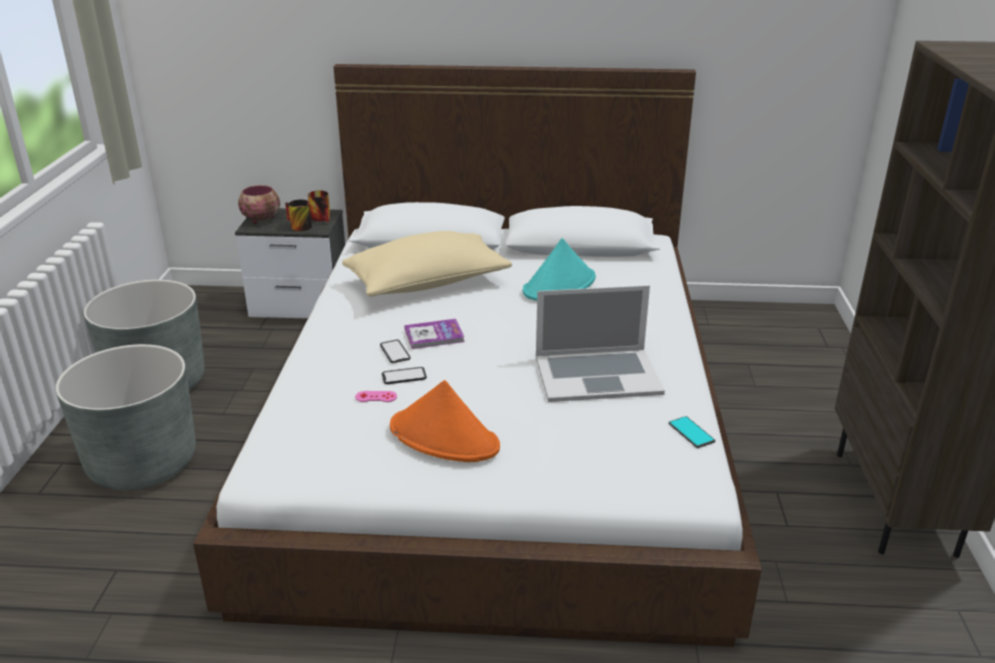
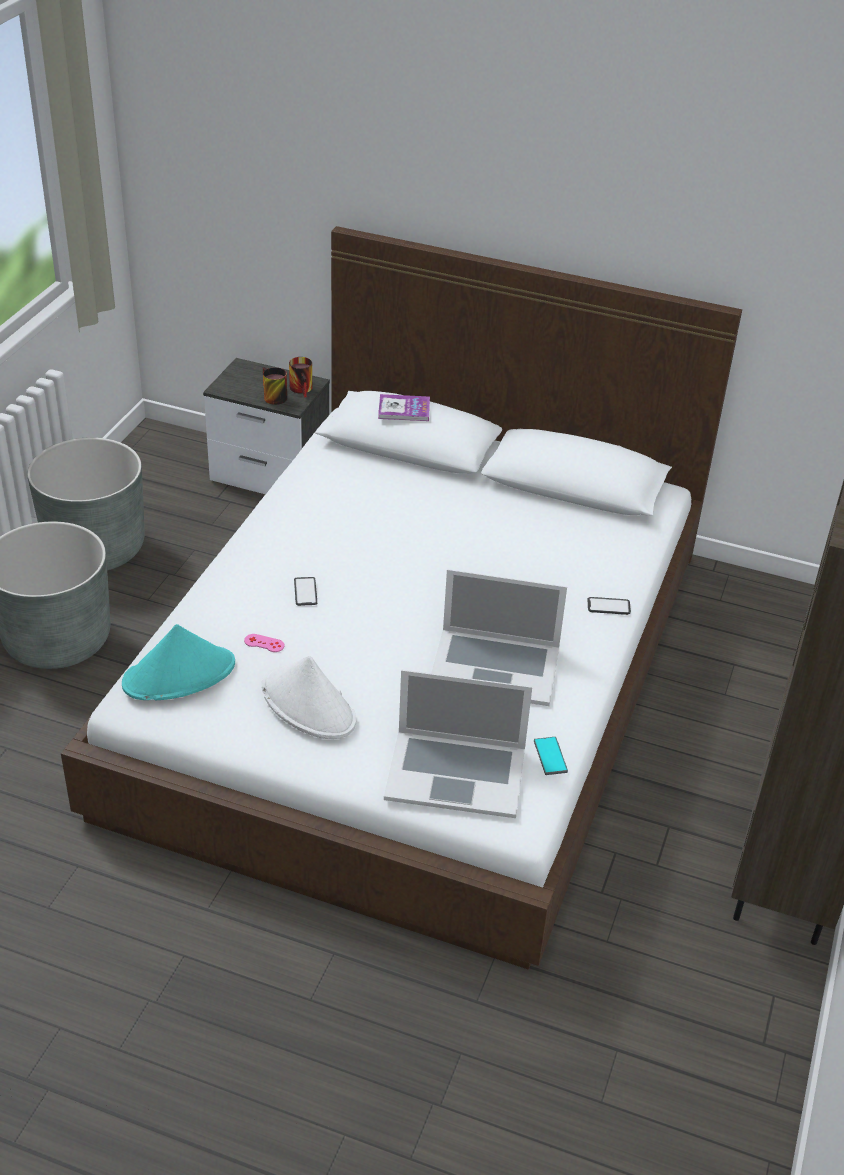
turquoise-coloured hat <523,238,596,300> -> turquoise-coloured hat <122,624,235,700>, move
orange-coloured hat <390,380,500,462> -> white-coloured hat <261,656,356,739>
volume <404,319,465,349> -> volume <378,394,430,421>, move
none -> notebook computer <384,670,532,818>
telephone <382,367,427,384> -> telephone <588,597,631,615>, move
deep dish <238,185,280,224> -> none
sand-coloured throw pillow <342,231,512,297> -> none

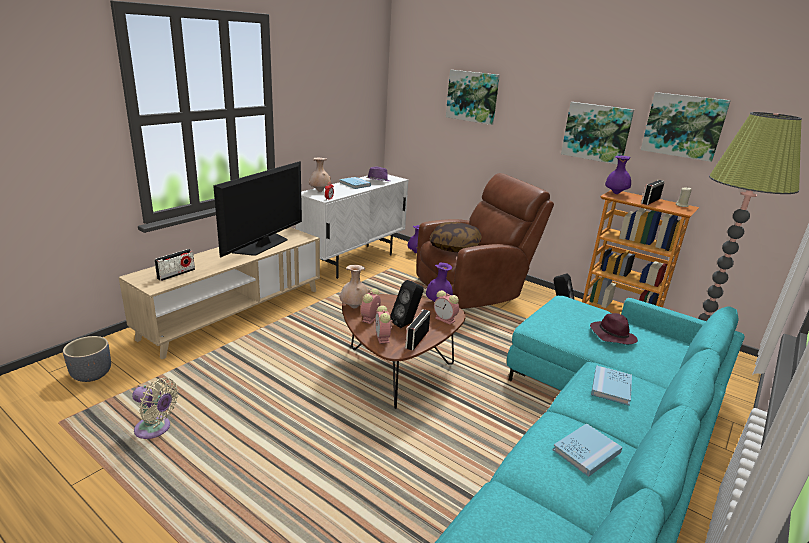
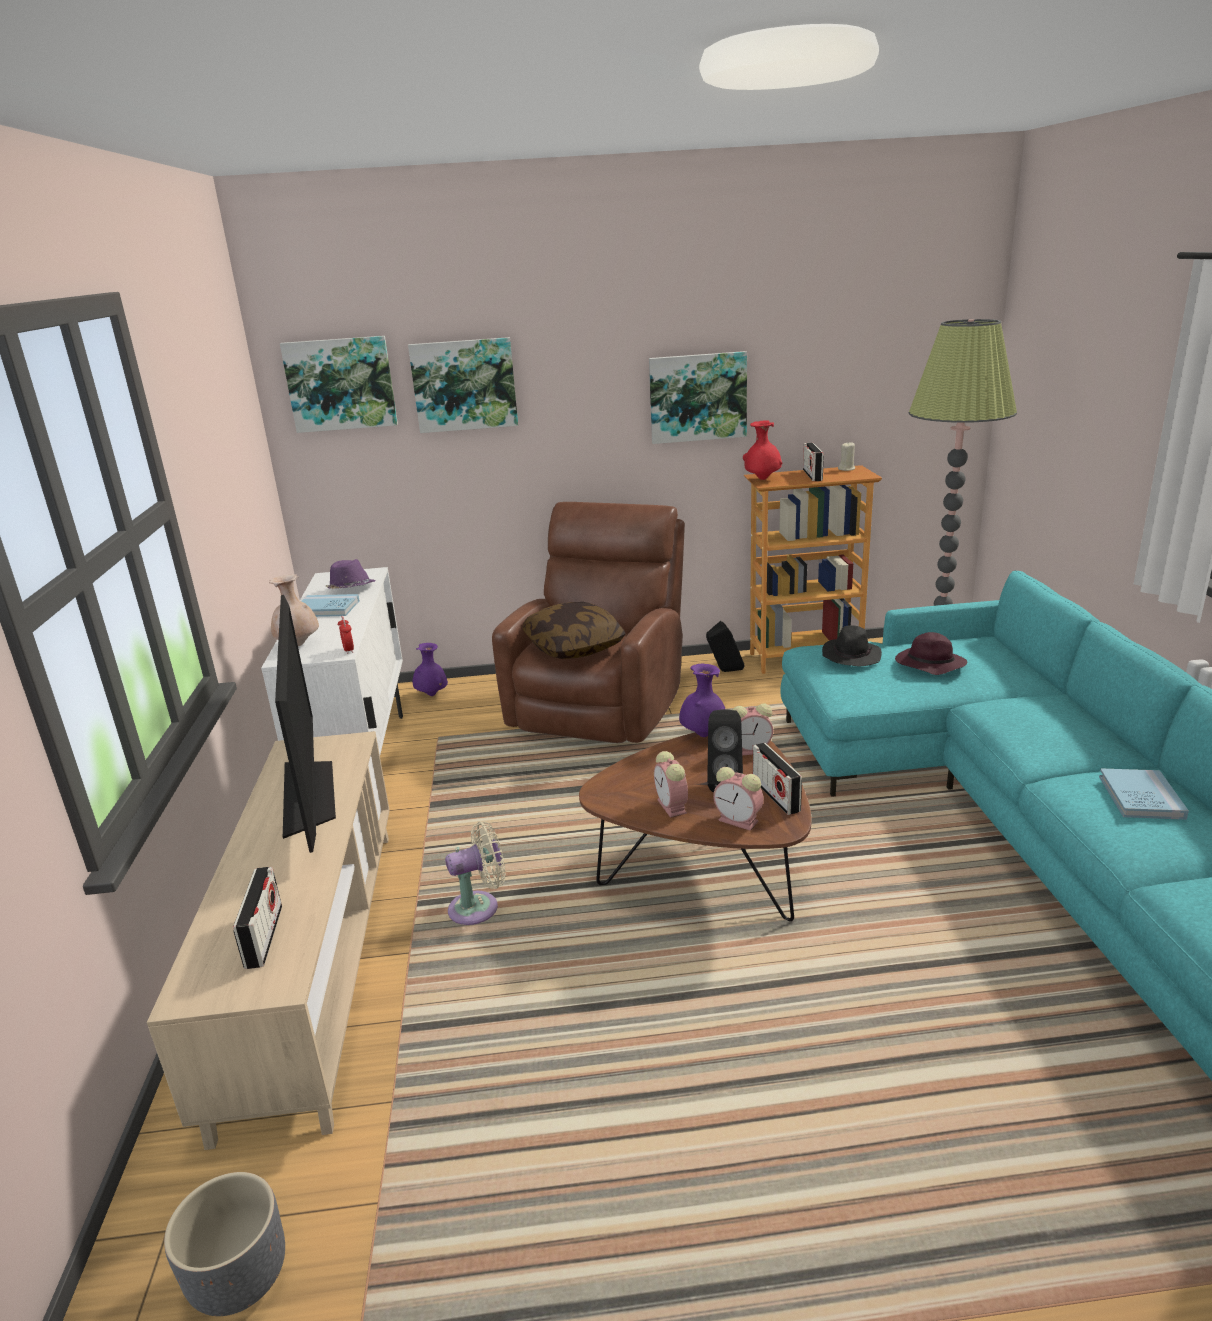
wall art <641,92,731,162> -> wall art <280,336,398,433>, move
sand-coloured fan <132,378,178,439> -> sand-coloured fan <445,821,506,925>, move
purplish vase <605,156,631,194> -> reddish vase <743,420,782,480>
none -> blackish hat <822,625,882,666>
sand-coloured vase <339,265,370,309> -> none
blue-coloured volume <591,365,632,405> -> none

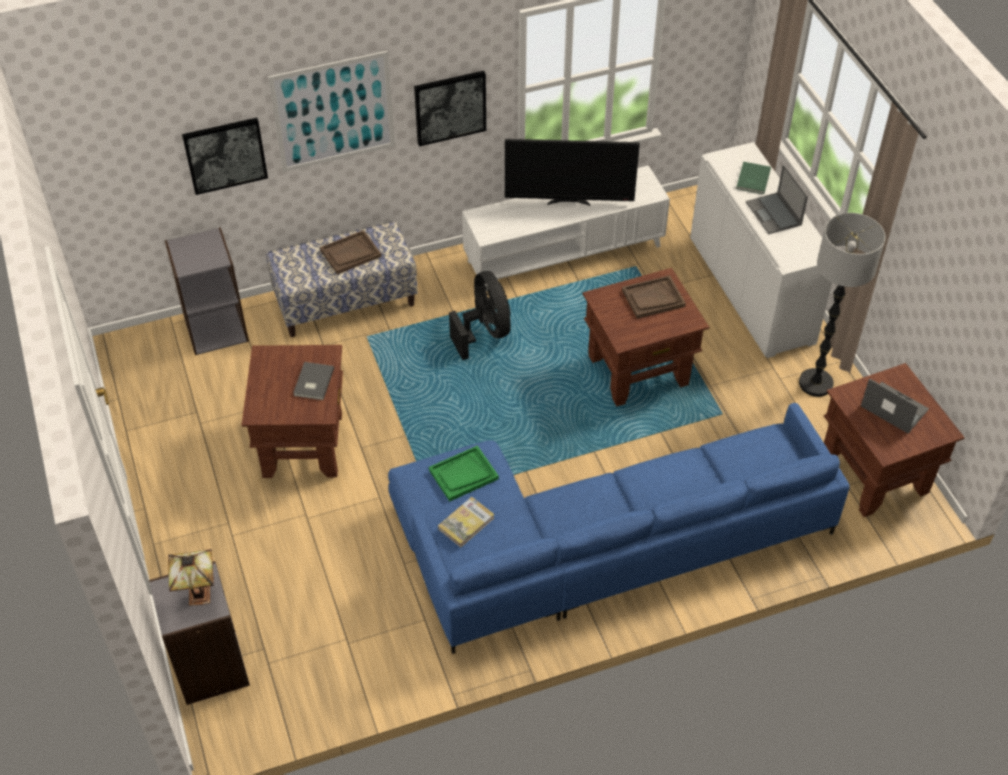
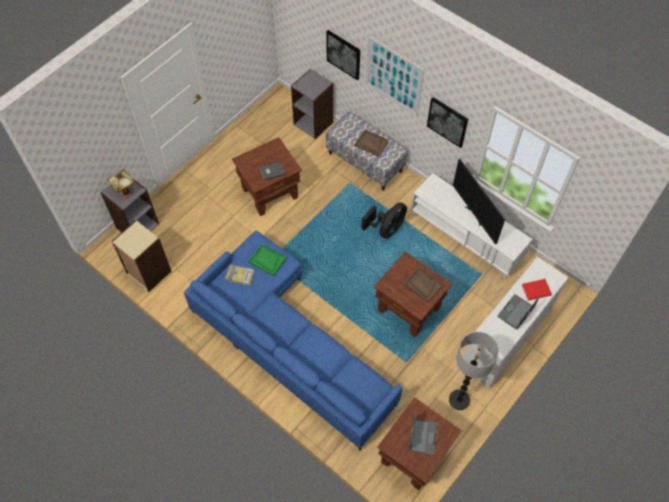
none -> sand-coloured bookshelf <112,220,171,292>
green volume <736,162,771,194> -> reddish volume <522,279,552,301>

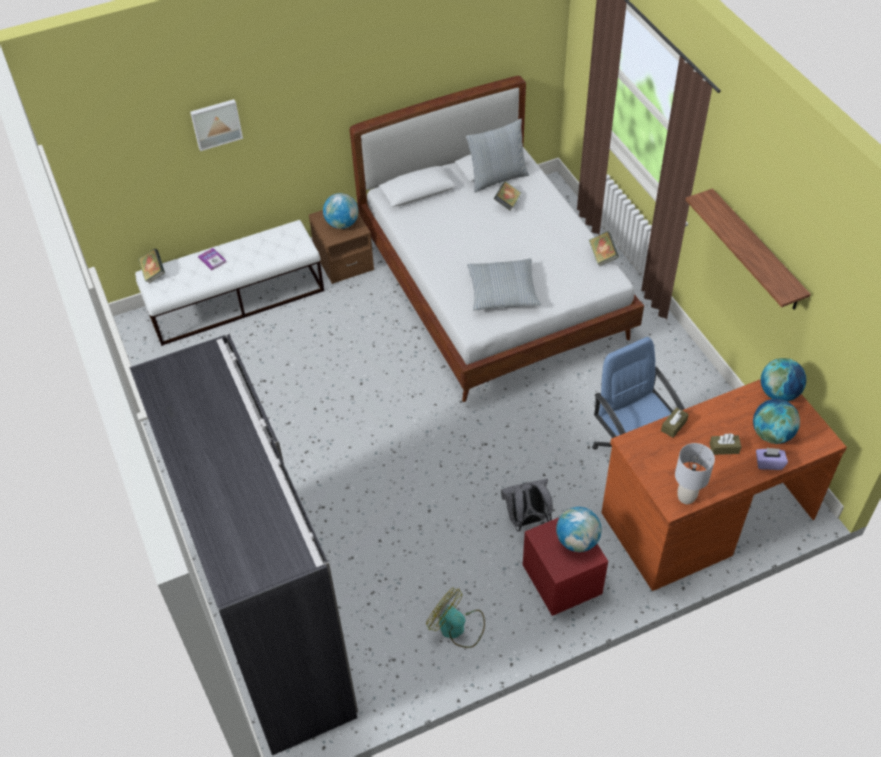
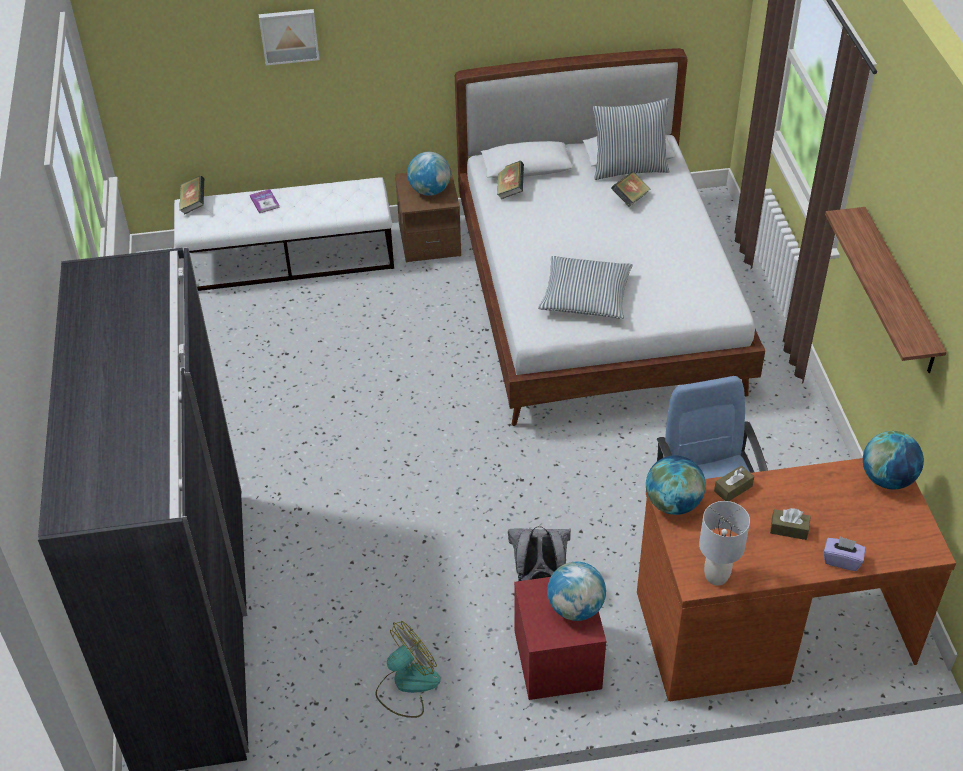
fan <426,588,485,648> -> fan <376,621,441,718>, 90 degrees clockwise
volume <589,231,619,266> -> volume <497,161,524,199>, move
world globe <753,399,800,444> -> world globe <646,455,706,515>, move

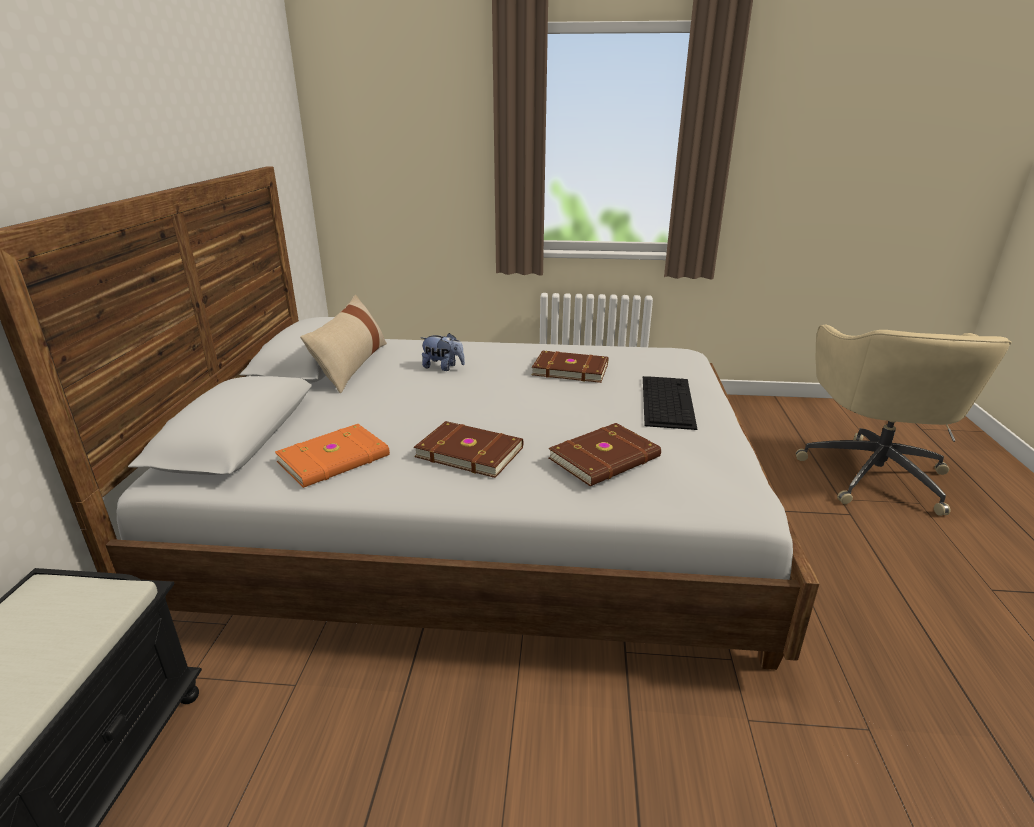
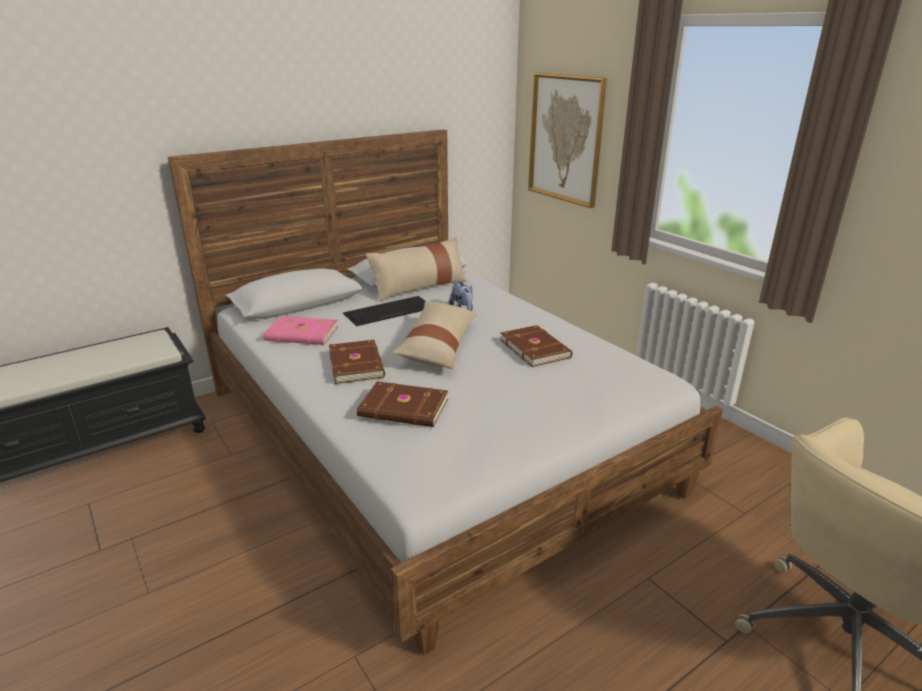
orange-coloured volume <275,424,390,488> -> pink-coloured volume <263,316,338,345>
computer keyboard <643,376,697,430> -> computer keyboard <343,296,426,326>, move
none -> sand-coloured throw pillow <392,302,477,369>
none -> wall art <528,73,607,208>

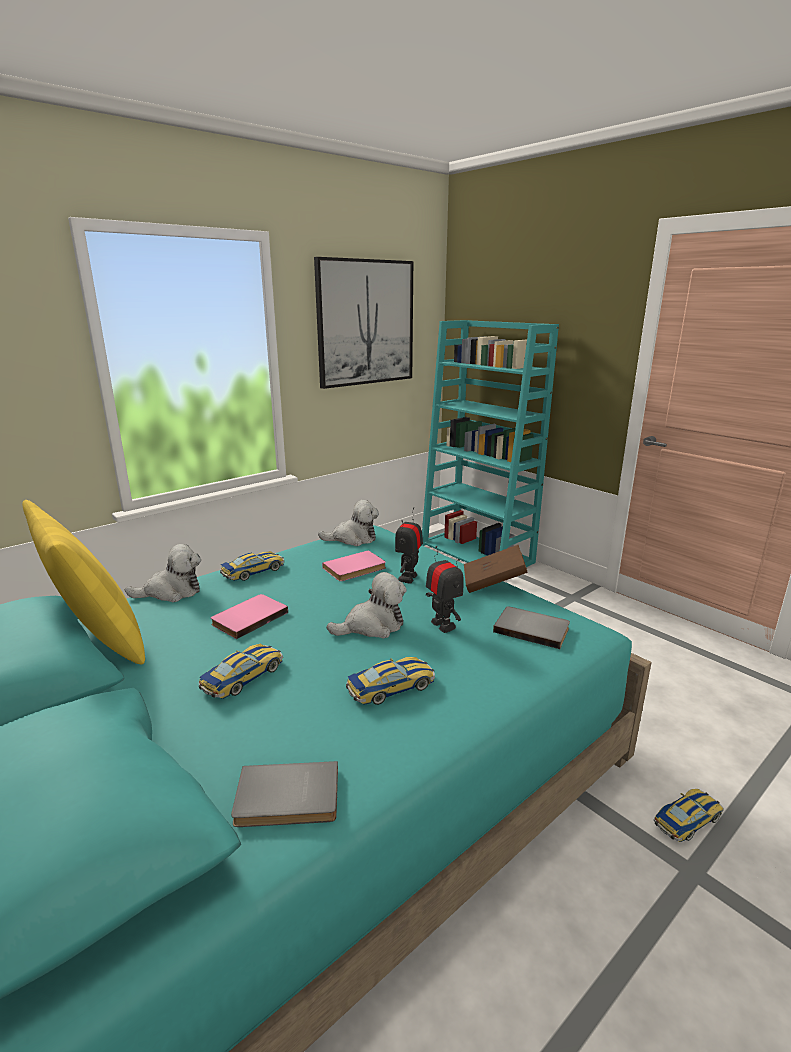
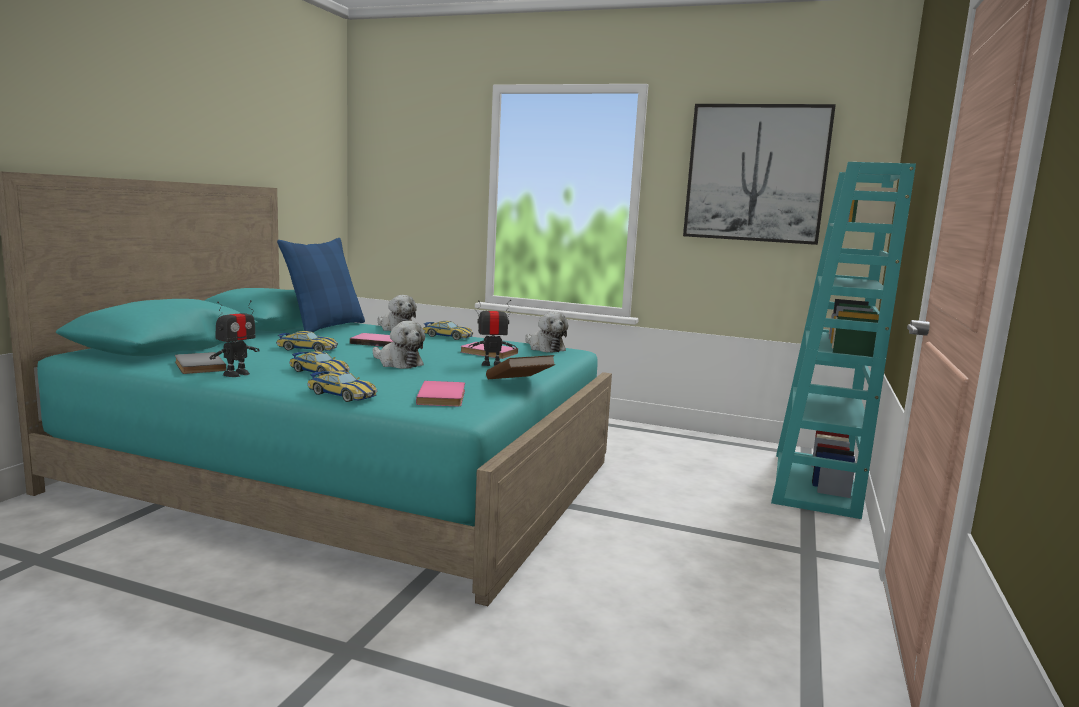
robot figure <426,546,464,633> -> robot figure <210,300,260,377>, move
yellow-coloured throw pillow <22,500,145,665> -> blue-coloured throw pillow <277,238,365,332>
model car <654,789,724,842> -> model car <307,371,377,402>, move
gray volume <493,606,570,649> -> pink-coloured volume <416,381,465,406>

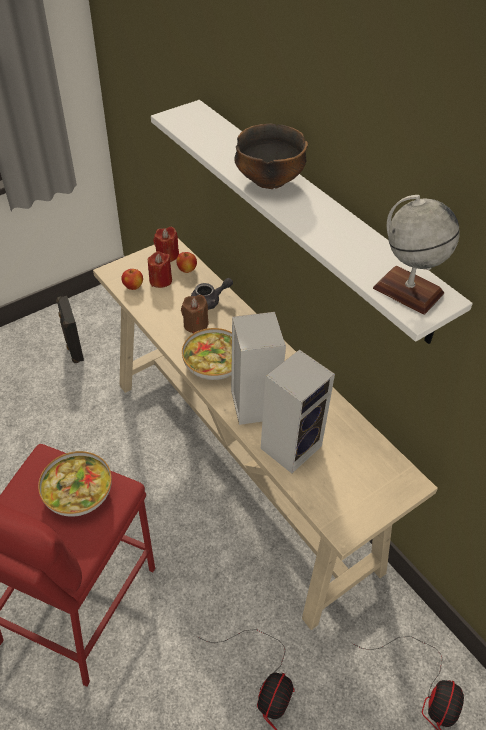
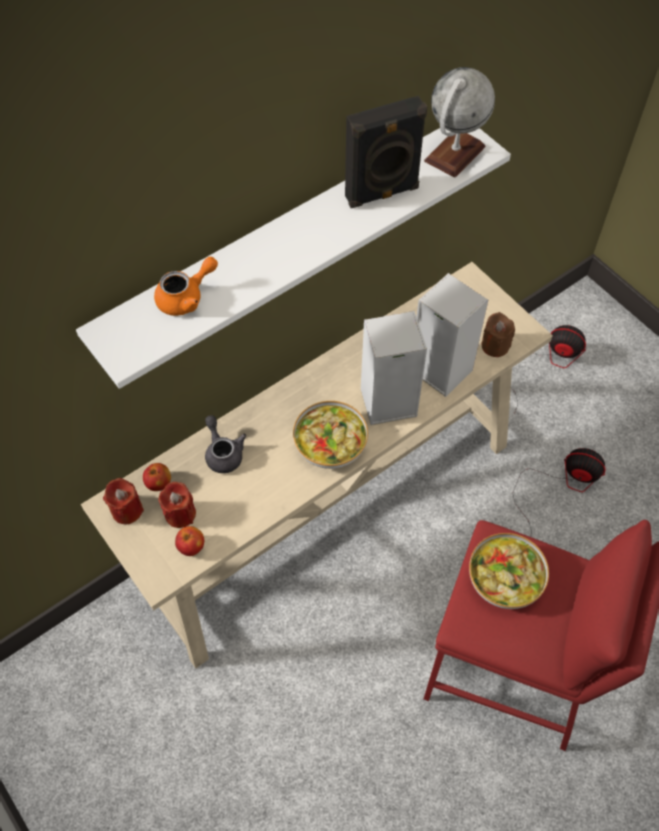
none -> orange-coloured pot for tea <154,257,218,316>
blackish loudspeaker <56,296,84,363> -> blackish loudspeaker <345,96,427,208>, move
brown-coloured wax candle <181,295,209,333> -> brown-coloured wax candle <482,312,515,357>, move
deep dish <234,124,308,189> -> none

